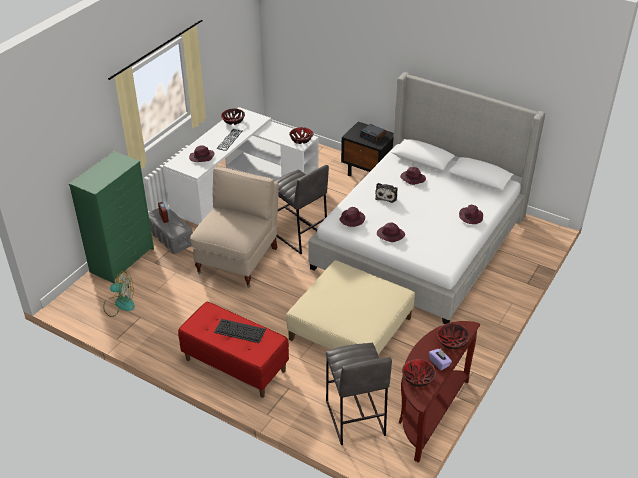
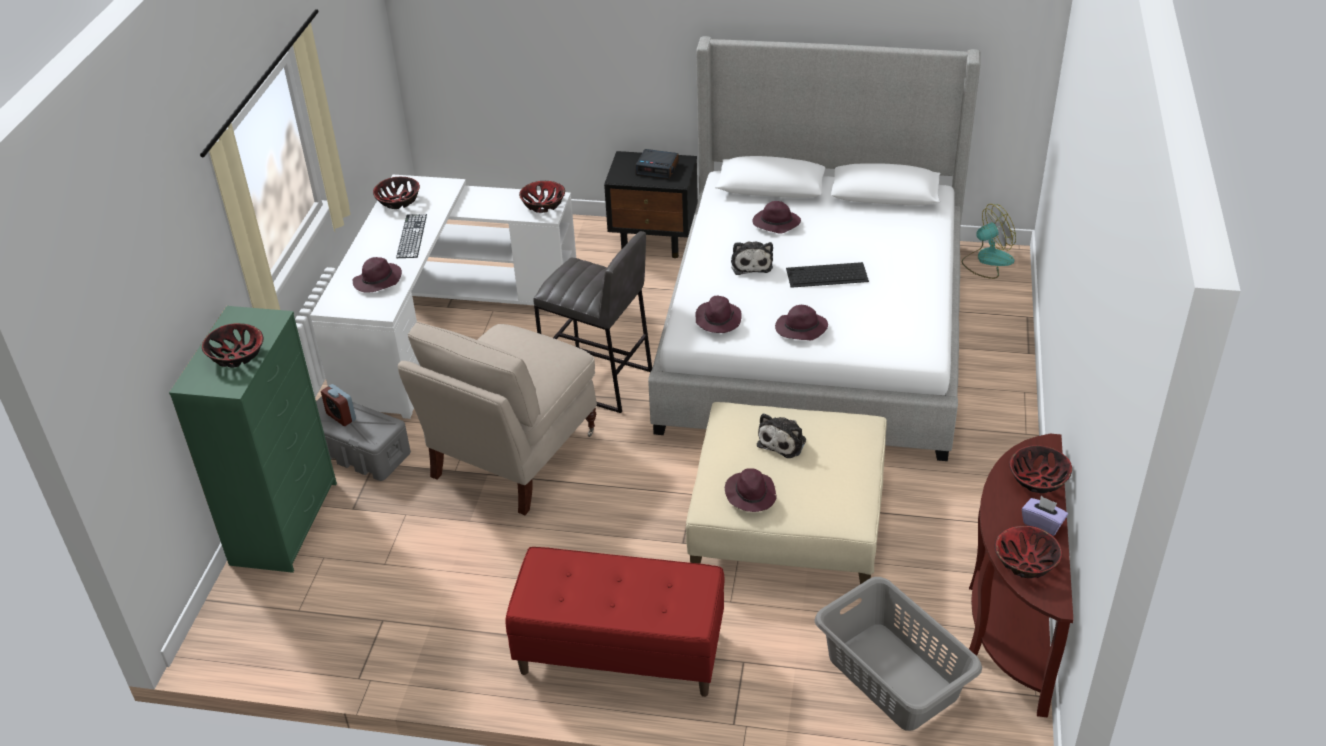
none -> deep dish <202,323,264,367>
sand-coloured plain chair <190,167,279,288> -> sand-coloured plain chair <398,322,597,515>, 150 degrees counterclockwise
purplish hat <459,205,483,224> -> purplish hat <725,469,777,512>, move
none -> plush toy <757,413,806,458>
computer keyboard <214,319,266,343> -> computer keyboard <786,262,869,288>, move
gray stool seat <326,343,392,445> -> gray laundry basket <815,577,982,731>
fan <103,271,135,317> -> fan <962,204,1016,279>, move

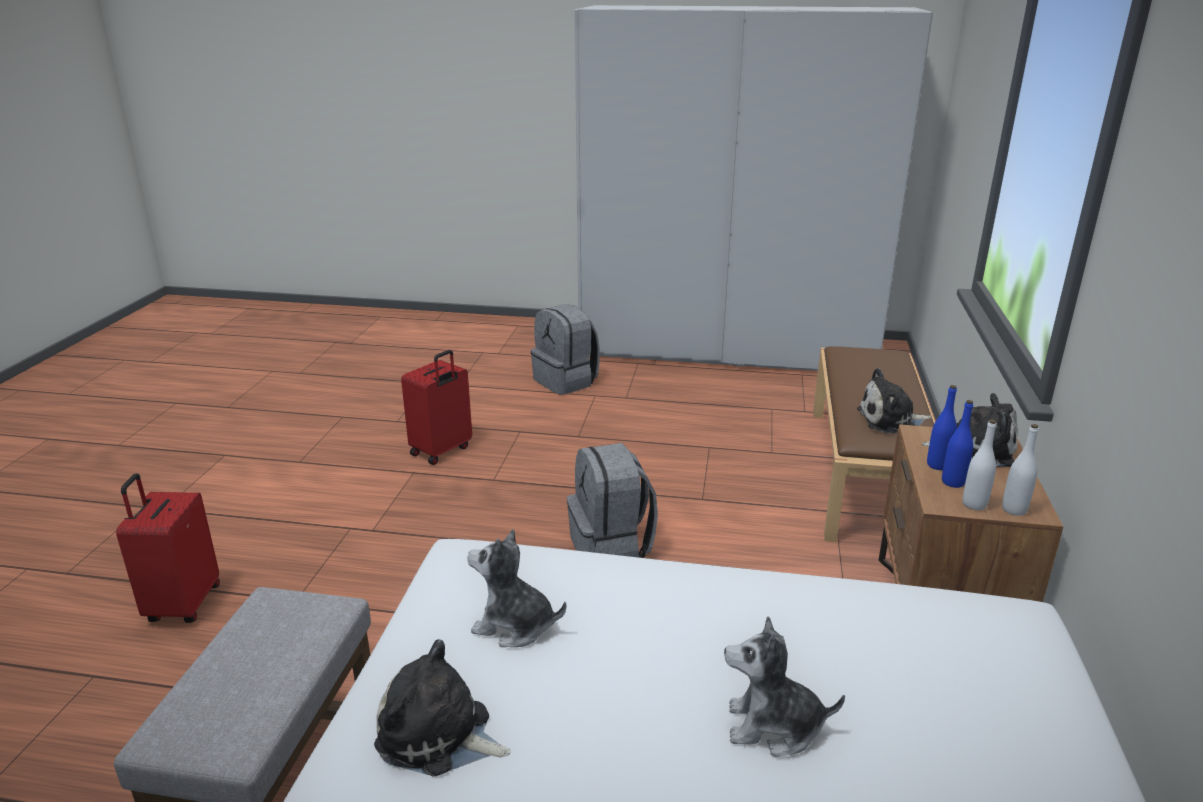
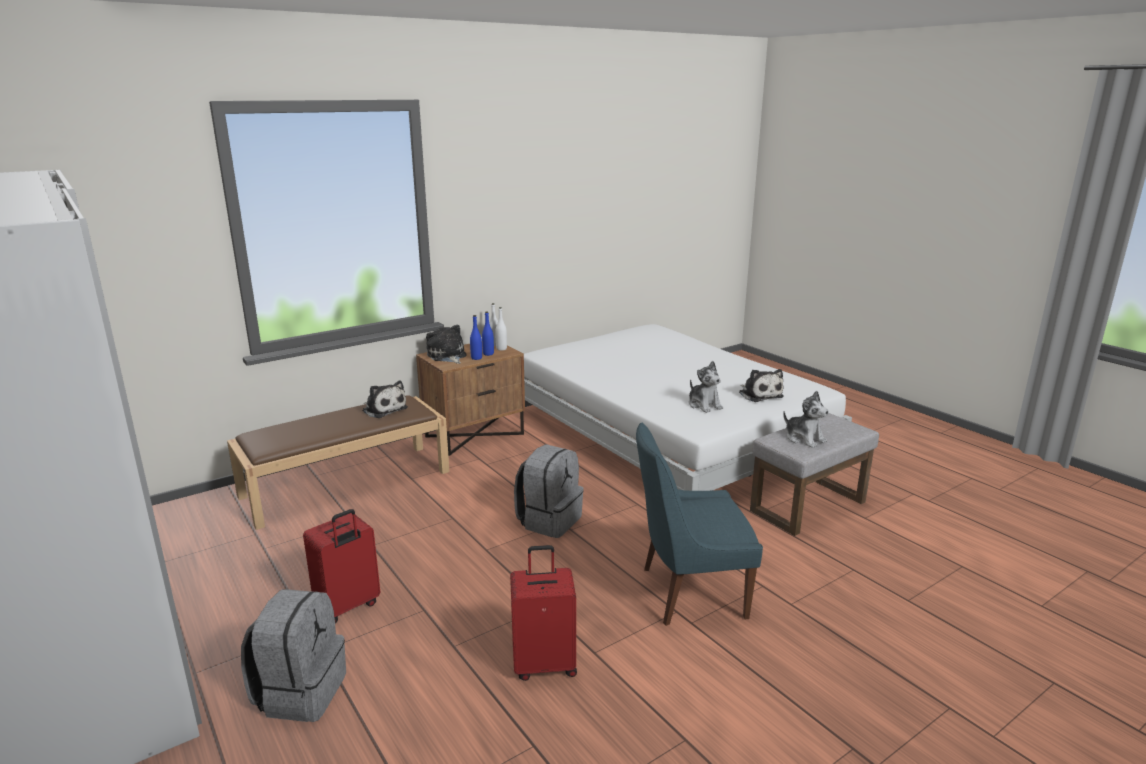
reddish piece of luggage <116,473,220,623> -> reddish piece of luggage <303,509,380,623>, move
none -> blue-coloured plain chair <636,422,763,626>
plush toy <724,616,845,757> -> plush toy <783,391,829,448>, move

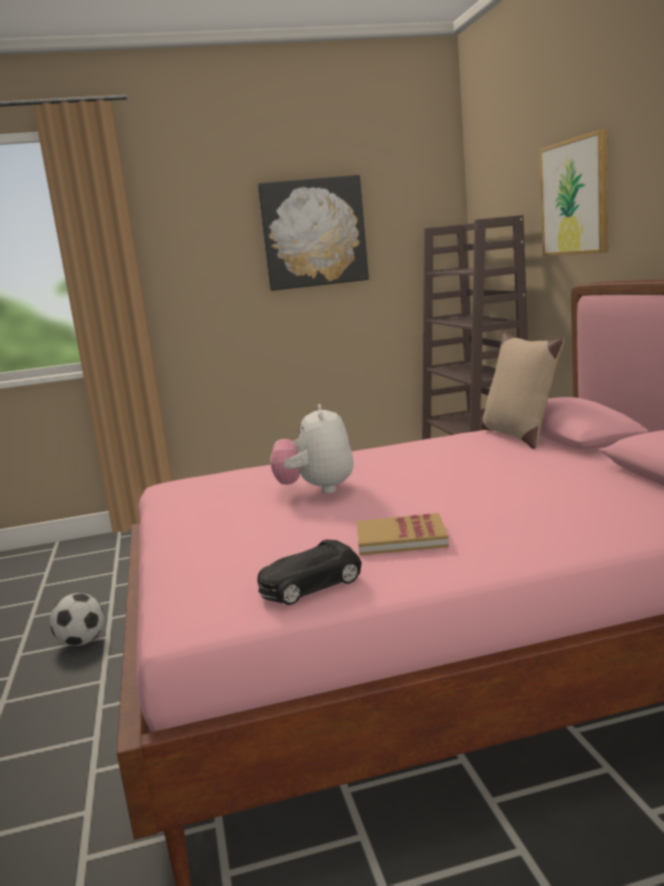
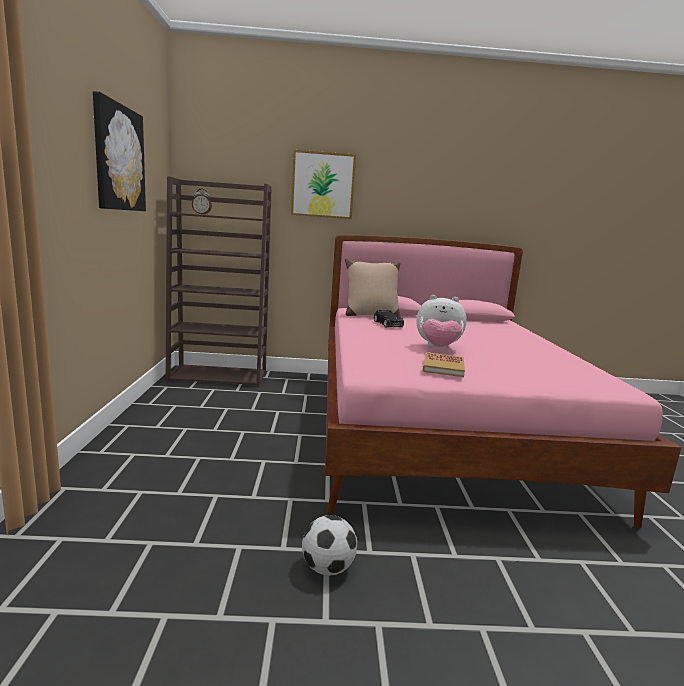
none -> alarm clock <192,189,212,215>
blackish model car <257,540,362,605> -> blackish model car <374,310,404,327>, move
volume <357,513,449,555> -> volume <423,352,465,377>, move

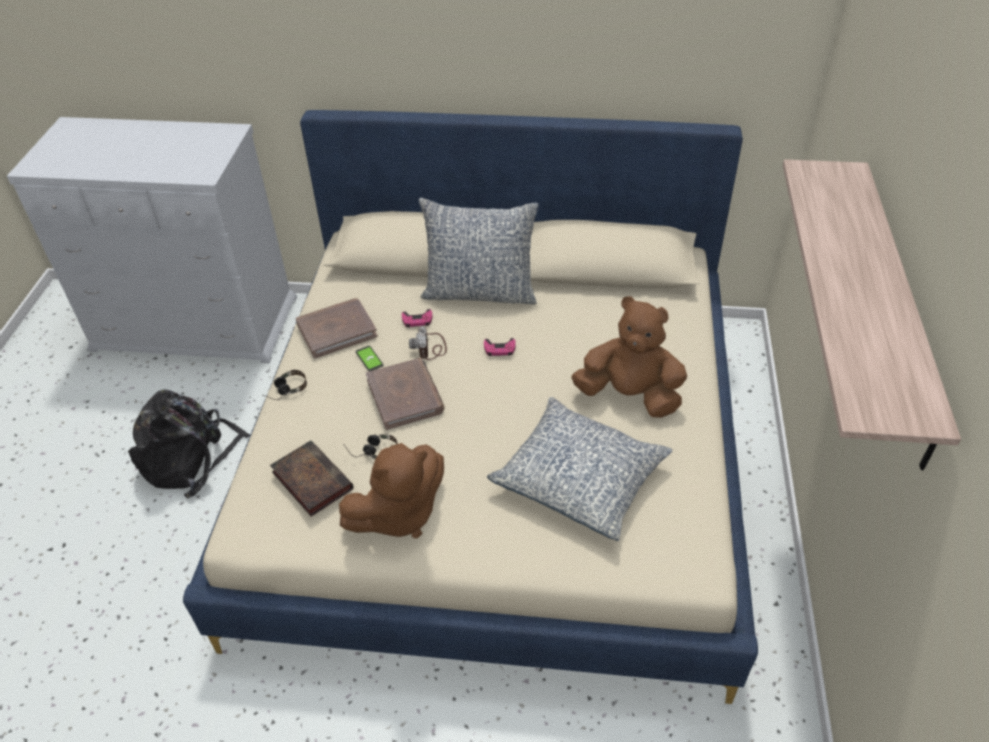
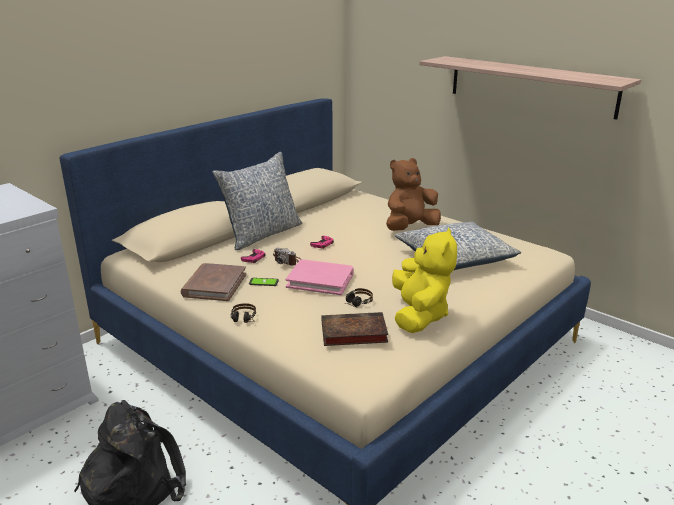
brown-coloured volume <366,358,444,430> -> pink-coloured volume <285,259,354,295>
brown-coloured plush toy <339,443,444,539> -> yellow-coloured plush toy <392,227,457,333>

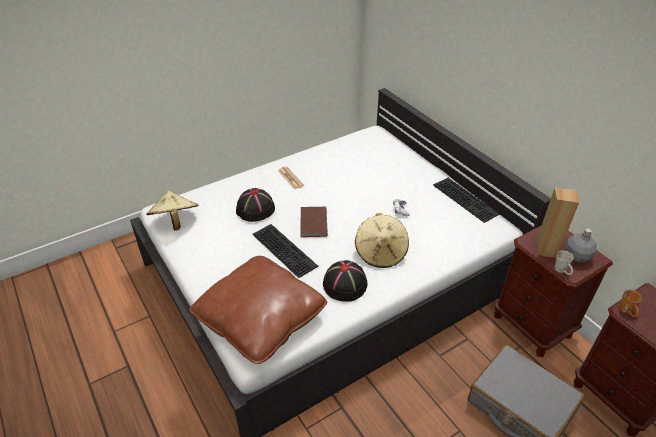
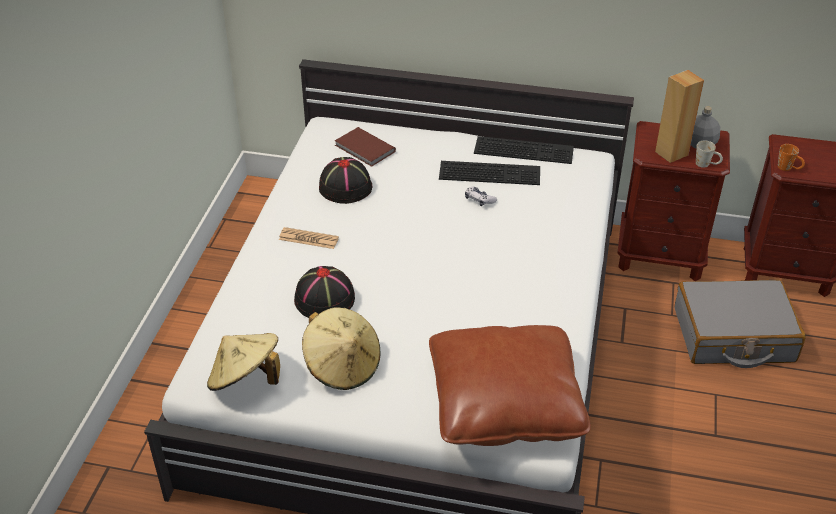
sand-coloured hat <355,213,409,268> -> sand-coloured hat <302,307,380,390>, move
blackish hat <323,260,368,302> -> blackish hat <319,157,372,204>, move
brown-coloured volume <300,207,328,237> -> brown-coloured volume <335,127,396,167>, move
computer keyboard <252,224,318,278> -> computer keyboard <439,161,540,185>, move

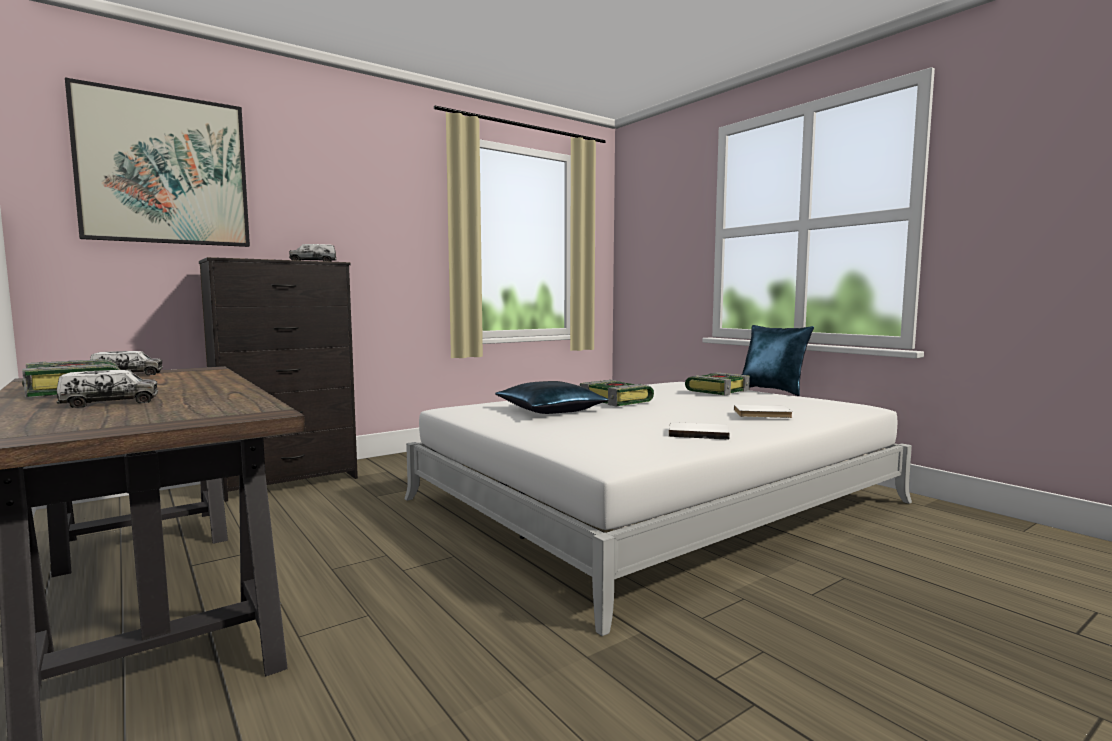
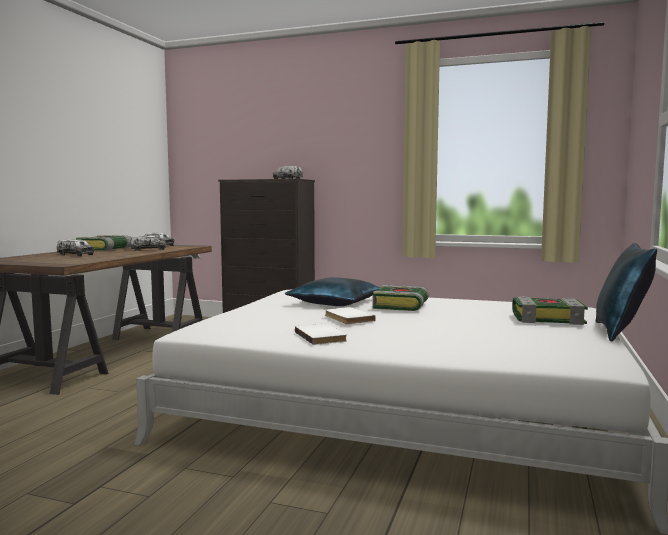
none -> toy lorry <130,236,166,251>
white-coloured volume <734,405,793,418> -> white-coloured volume <325,307,376,324>, move
wall art <65,78,250,247> -> none

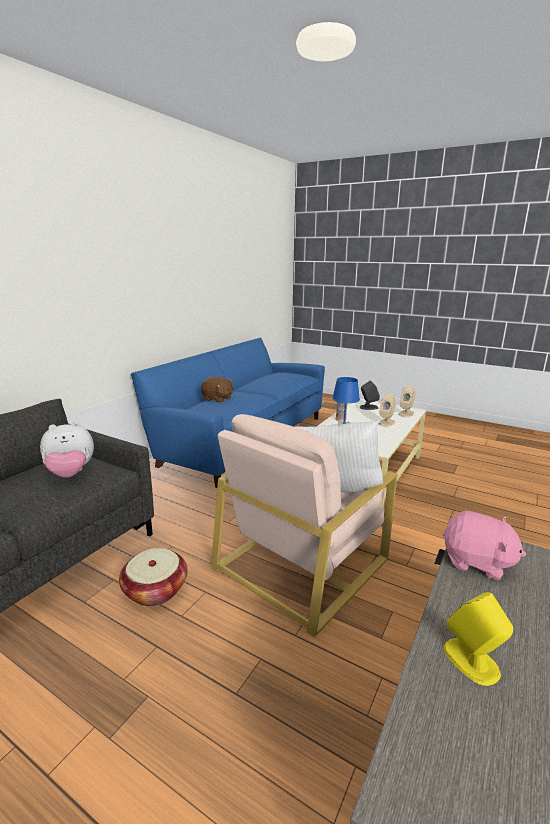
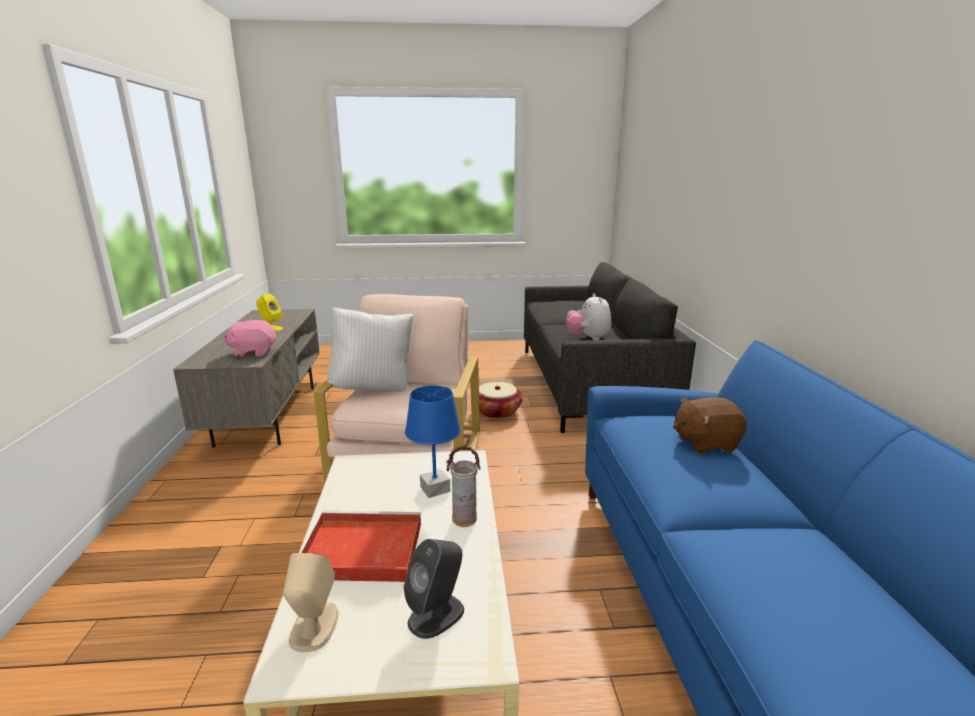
sand-coloured loudspeaker <378,393,397,427> -> reddish tray <301,511,421,582>
plush toy <40,422,94,478> -> plush toy <566,294,611,340>, 45 degrees counterclockwise

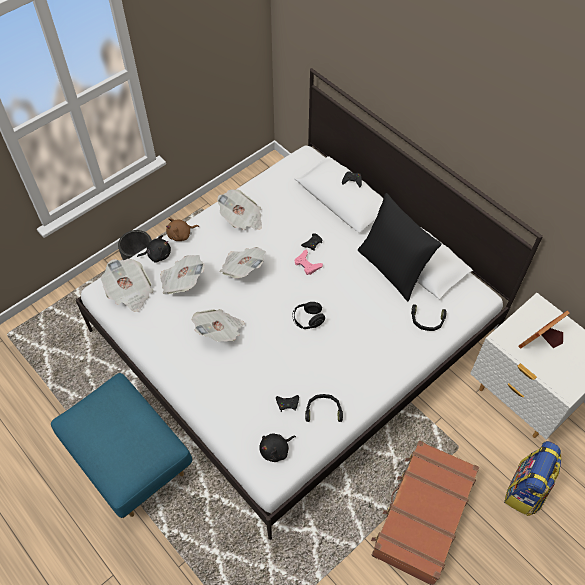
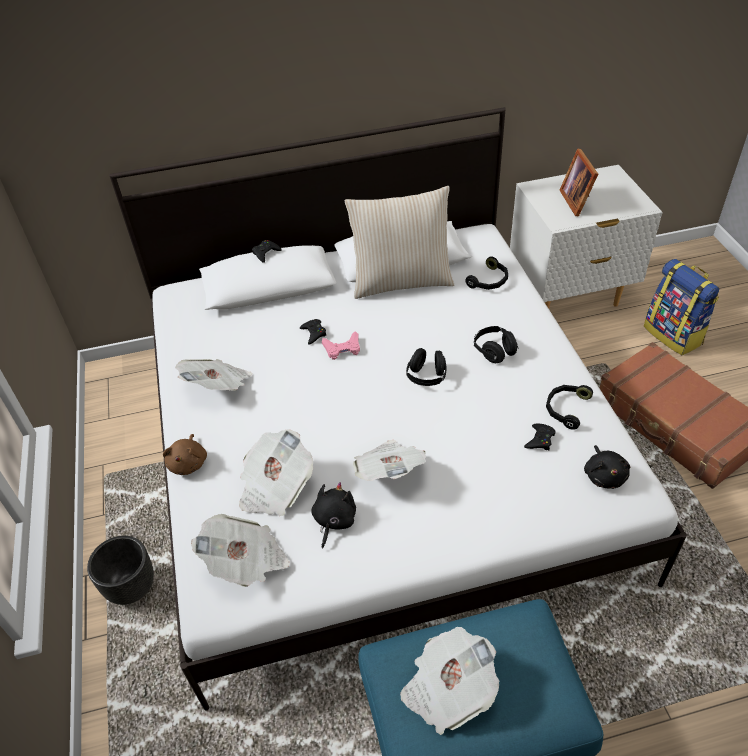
blackish plush toy <137,235,171,263> -> blackish plush toy <311,482,356,548>, move
blackish throw pillow <358,193,442,301> -> sand-coloured throw pillow <345,186,454,299>
printed paper <220,247,266,278> -> printed paper <400,627,499,735>, move
none -> blackish pair of headphones <474,326,519,363>

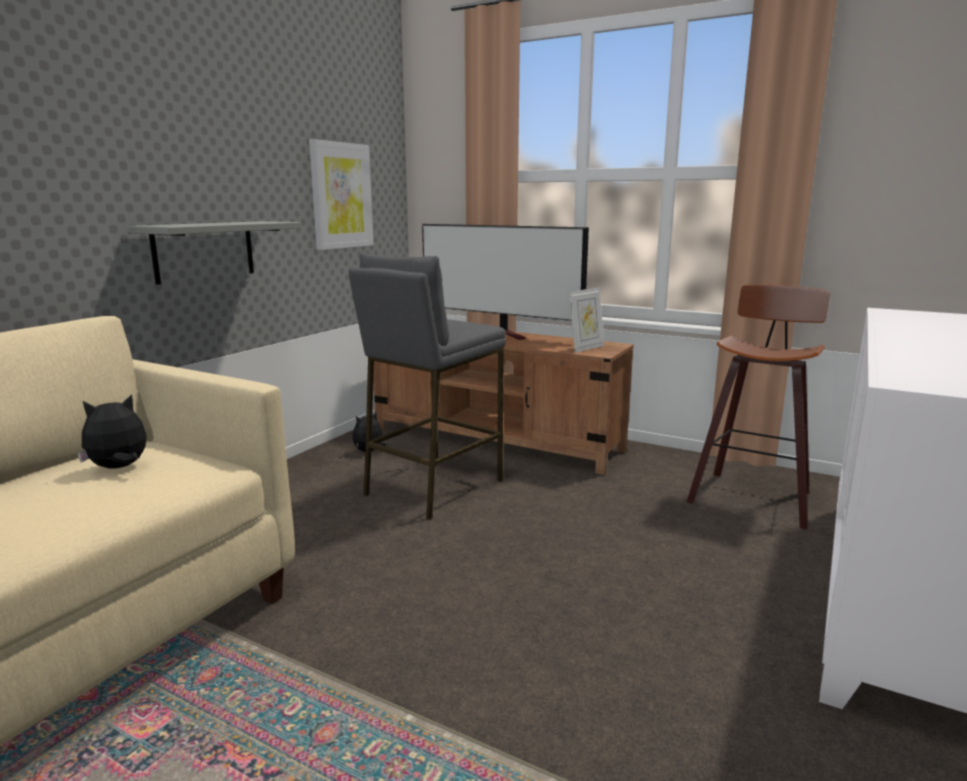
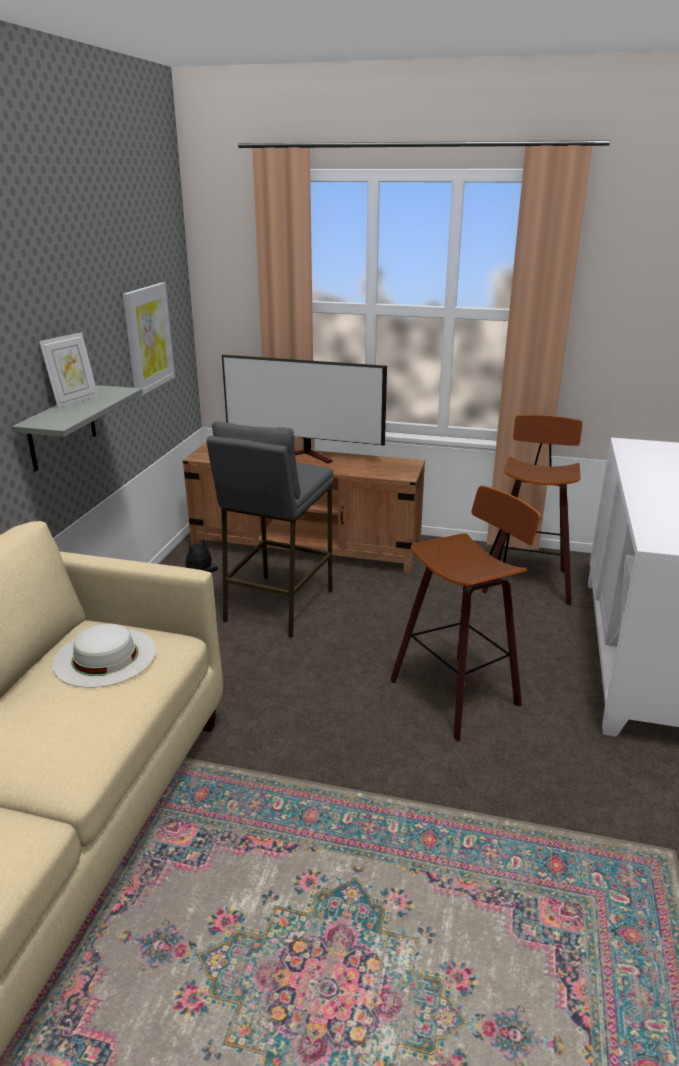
standing frame <569,288,604,353> -> standing frame <39,332,98,408>, move
plush toy <77,394,147,469> -> white-coloured hat <52,624,156,688>
none -> stool seat <390,486,541,742>

